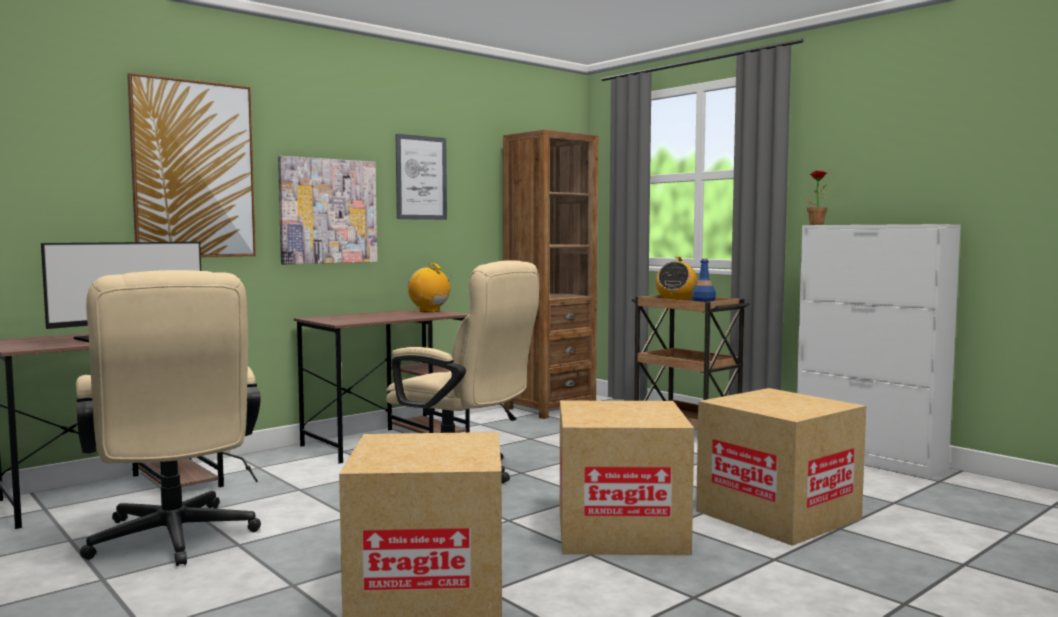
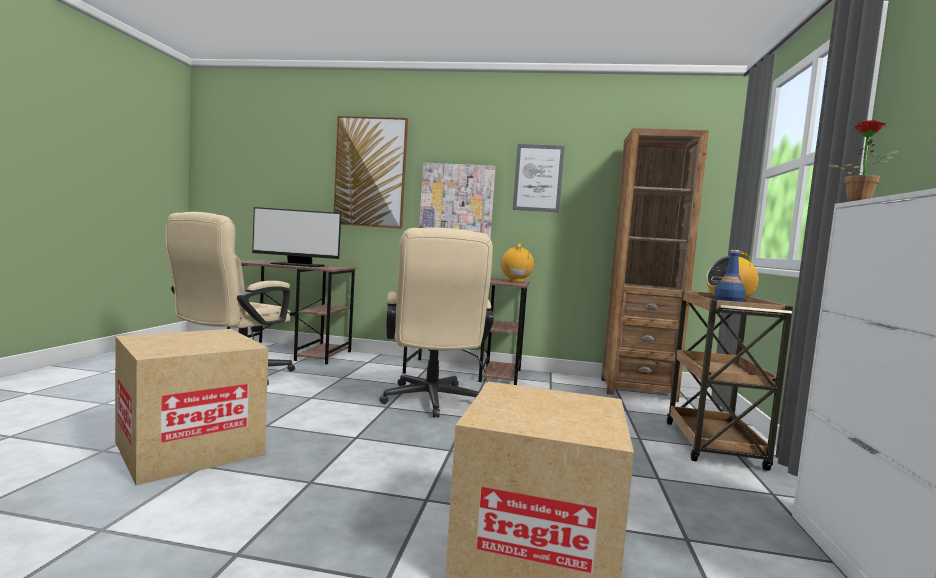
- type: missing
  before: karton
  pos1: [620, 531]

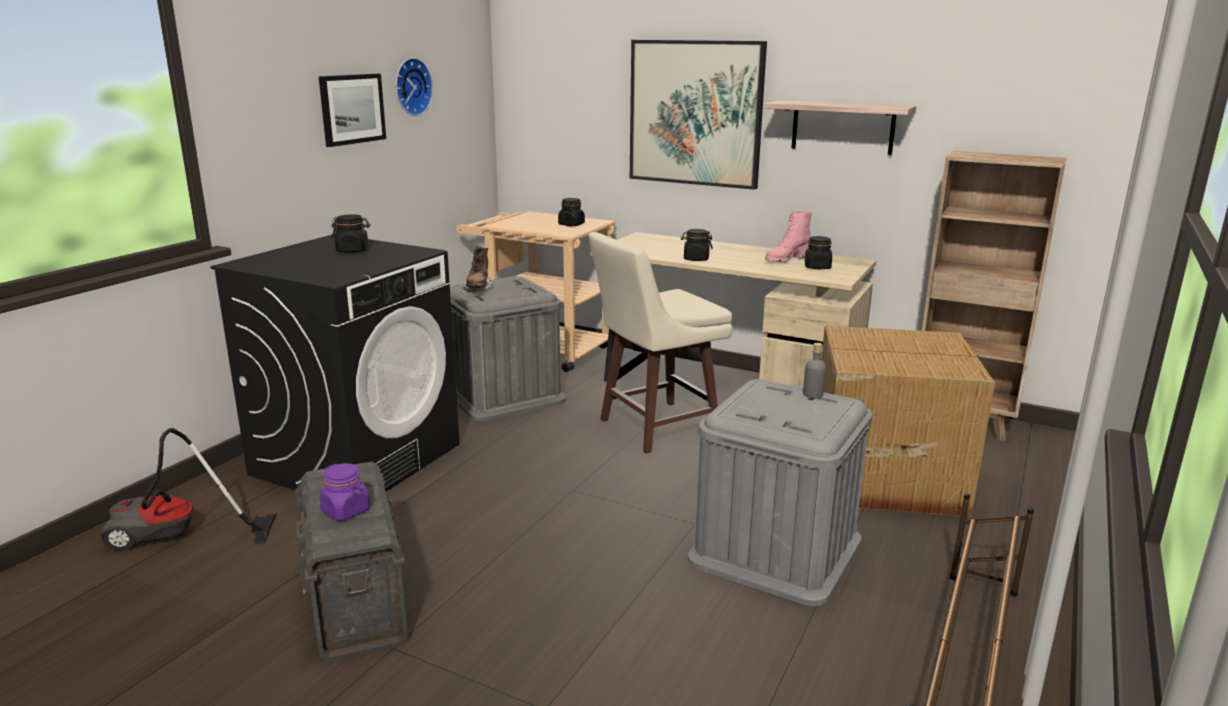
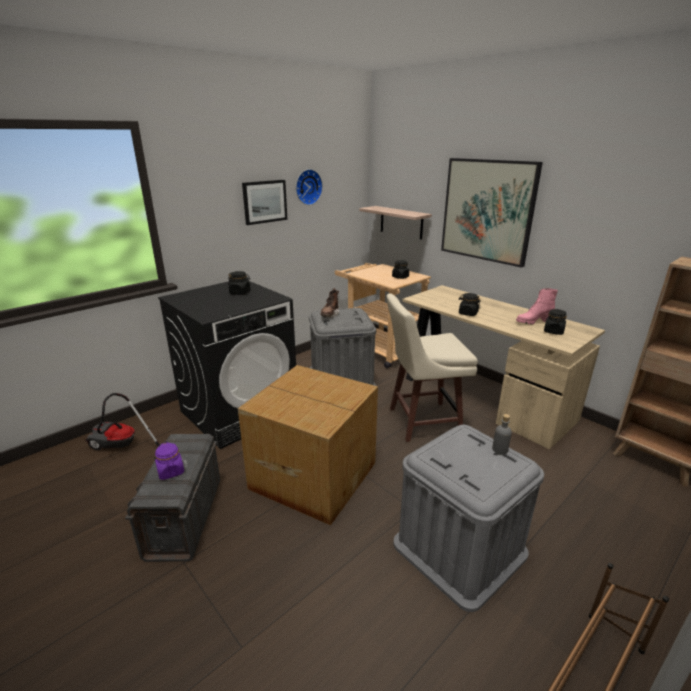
- type: relocated
  before: półka
  pos1: [842, 127]
  pos2: [401, 222]
- type: relocated
  before: karton
  pos1: [883, 475]
  pos2: [313, 474]

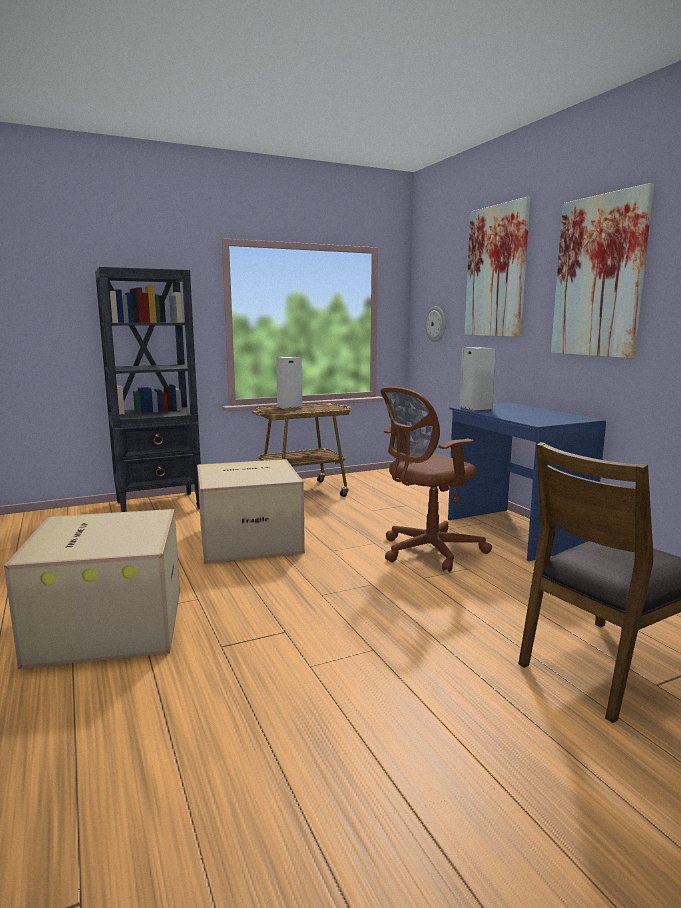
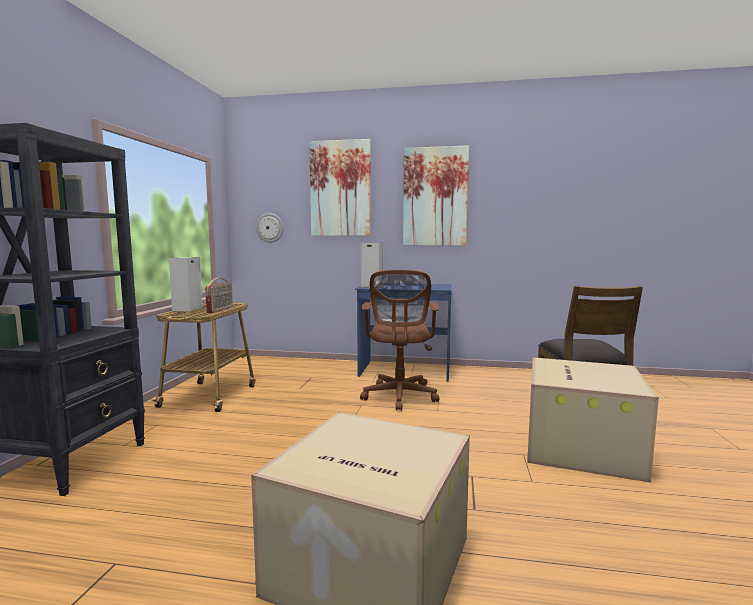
- type: relocated
  before: karton
  pos1: [251, 539]
  pos2: [579, 446]
- type: appeared
  after: radio
  pos2: [220, 310]

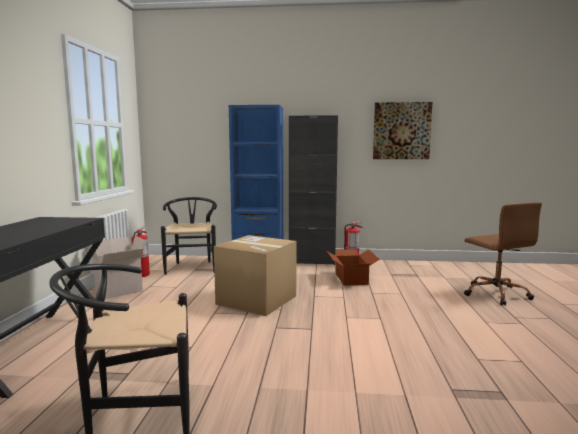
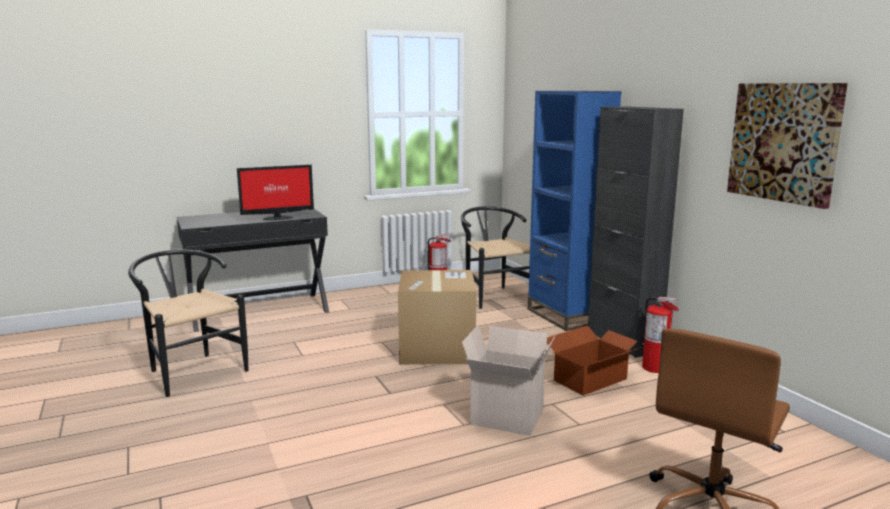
- type: relocated
  before: karton
  pos1: [118, 291]
  pos2: [505, 418]
- type: spun
  before: krzesło (czarny)
  pos1: [192, 266]
  pos2: [494, 295]
  turn: -75
- type: appeared
  after: monitor
  pos2: [276, 218]

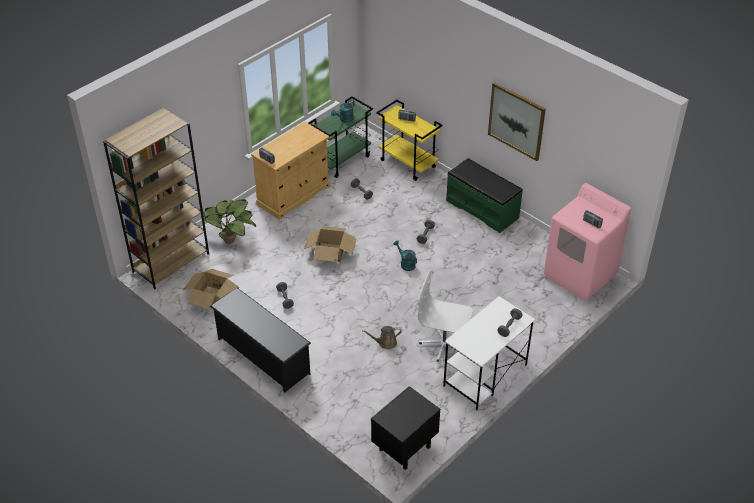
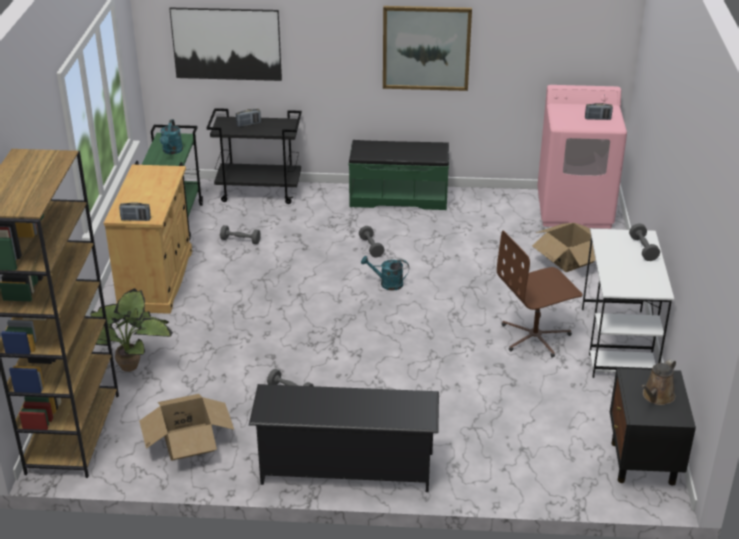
- type: relocated
  before: karton
  pos1: [330, 252]
  pos2: [569, 259]
- type: relocated
  before: konewka (brązowy)
  pos1: [385, 343]
  pos2: [657, 397]
- type: colour
  before: wózek (żółty)
  after: wózek (czarny)
  pos1: [408, 164]
  pos2: [260, 192]
- type: colour
  before: krzesło biurowe (biały)
  after: krzesło biurowe (brązowy)
  pos1: [444, 344]
  pos2: [535, 337]
- type: appeared
  after: obraz
  pos2: [226, 44]

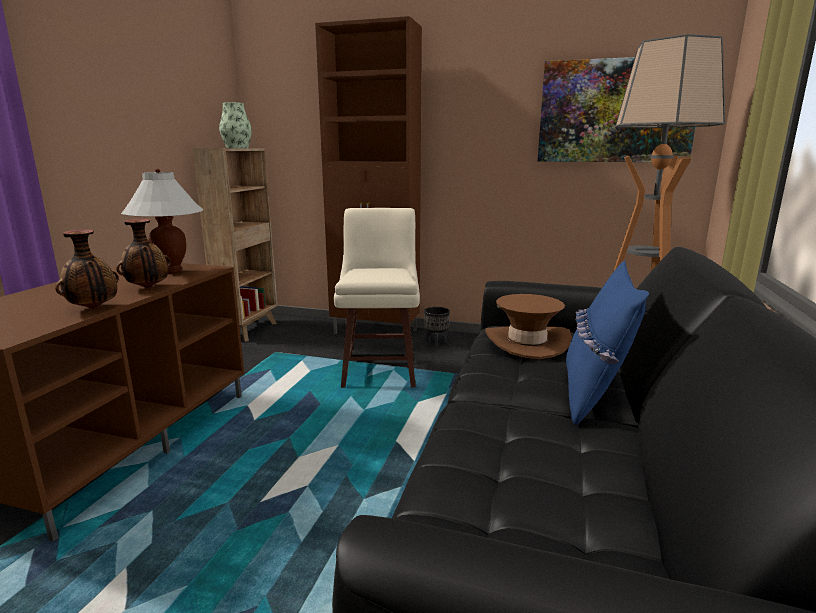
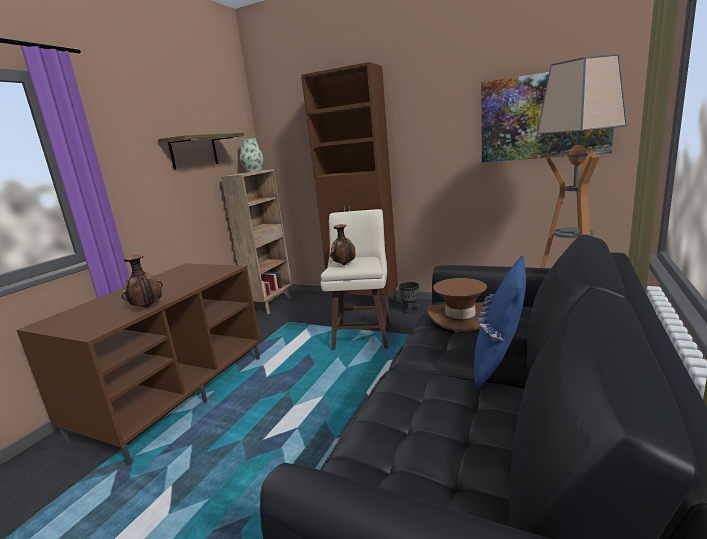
- type: relocated
  before: wazon
  pos1: [148, 288]
  pos2: [344, 264]
- type: missing
  before: lampa stołowa (biały)
  pos1: [171, 271]
- type: appeared
  after: półka
  pos2: [194, 152]

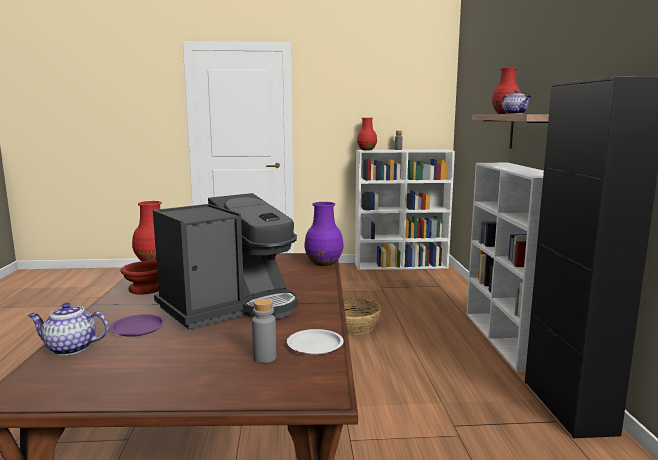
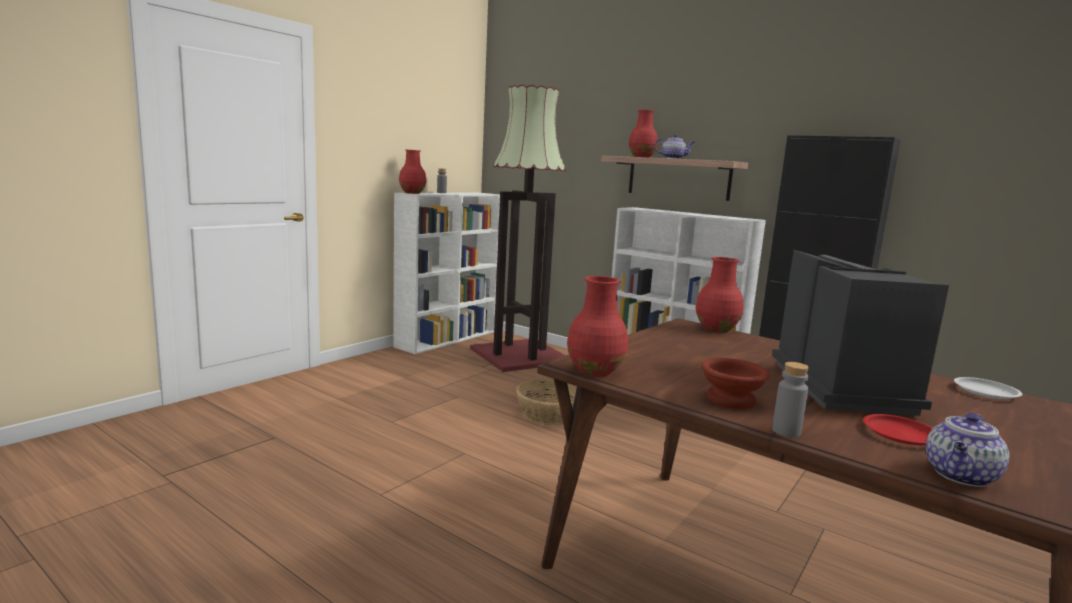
- type: colour
  before: talerz (fioletowy)
  after: talerz (czerwony)
  pos1: [138, 328]
  pos2: [900, 434]
- type: relocated
  before: butelka (szary)
  pos1: [264, 357]
  pos2: [786, 431]
- type: colour
  before: wazon (fioletowy)
  after: wazon (czerwony)
  pos1: [323, 263]
  pos2: [716, 329]
- type: appeared
  after: lampa stojąca
  pos2: [521, 356]

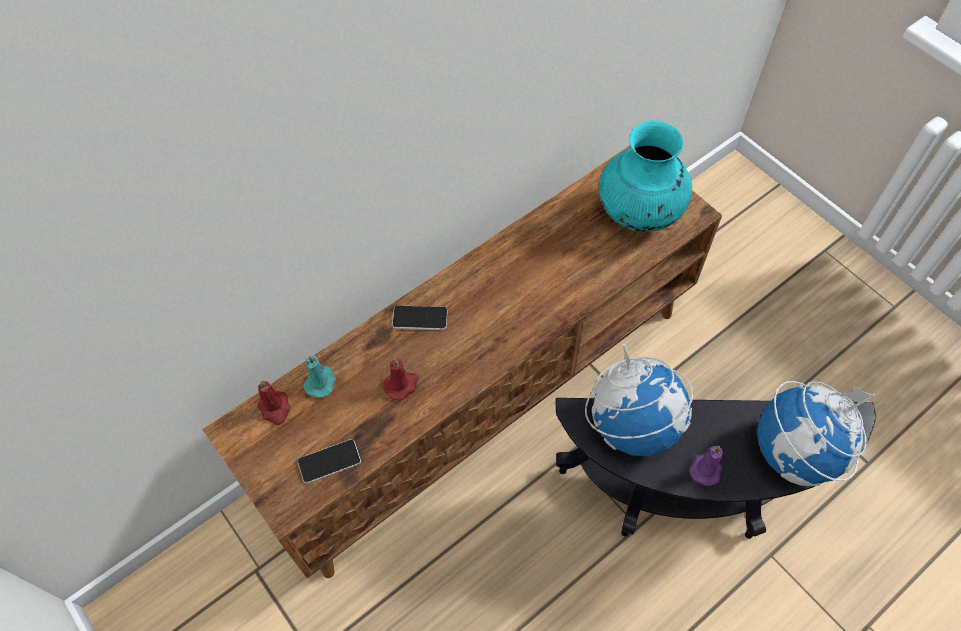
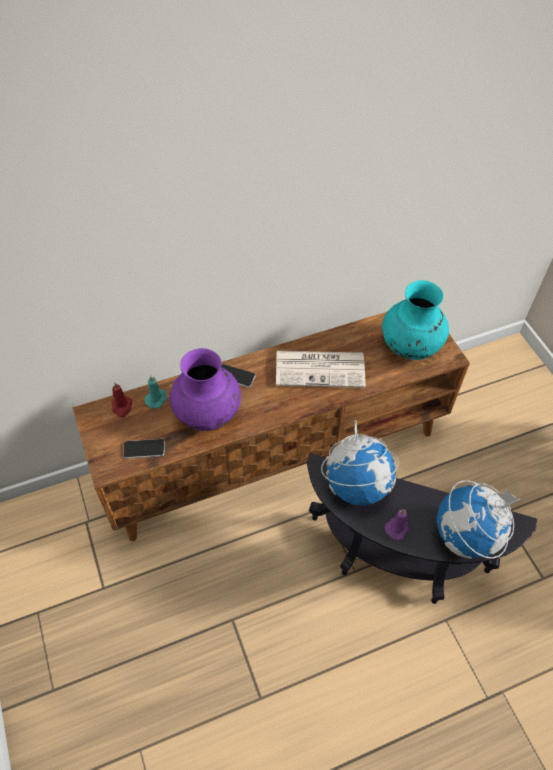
- type: exchanged
  before: świeca (czerwony)
  after: wazon (fioletowy)
  pos1: [402, 385]
  pos2: [208, 414]
- type: appeared
  after: gazeta
  pos2: [321, 369]

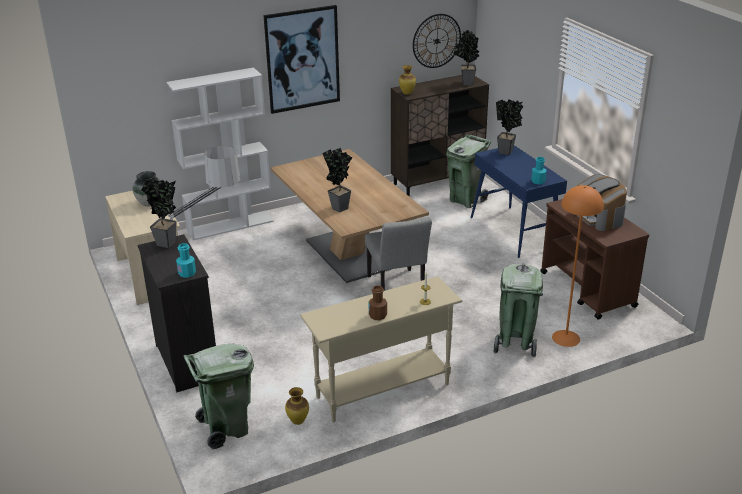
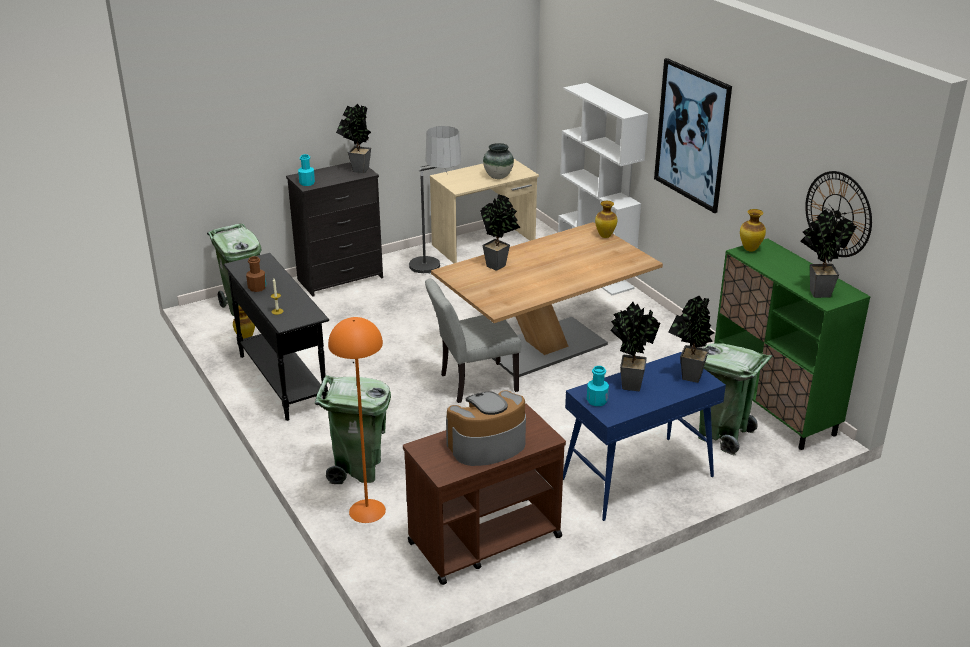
- type: colour
  before: stolik konsolowy (beżowy)
  after: stolik konsolowy (czarny)
  pos1: [382, 390]
  pos2: [283, 381]
- type: colour
  before: szafka (brązowy)
  after: szafka (zielony)
  pos1: [437, 181]
  pos2: [773, 409]
- type: appeared
  after: wazon
  pos2: [604, 236]
- type: appeared
  after: roślina doniczkowa
  pos2: [628, 384]

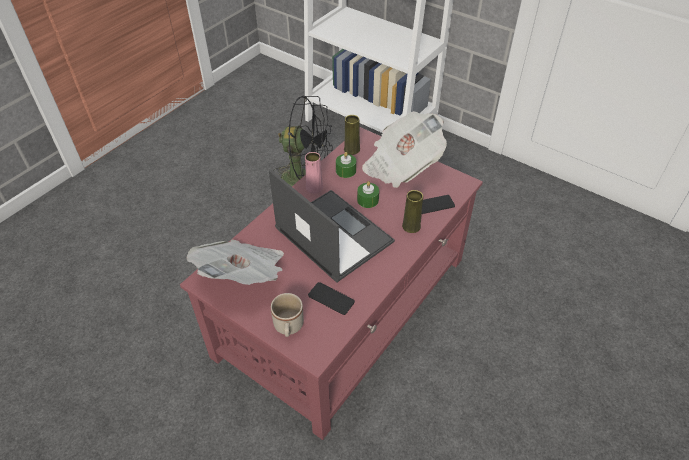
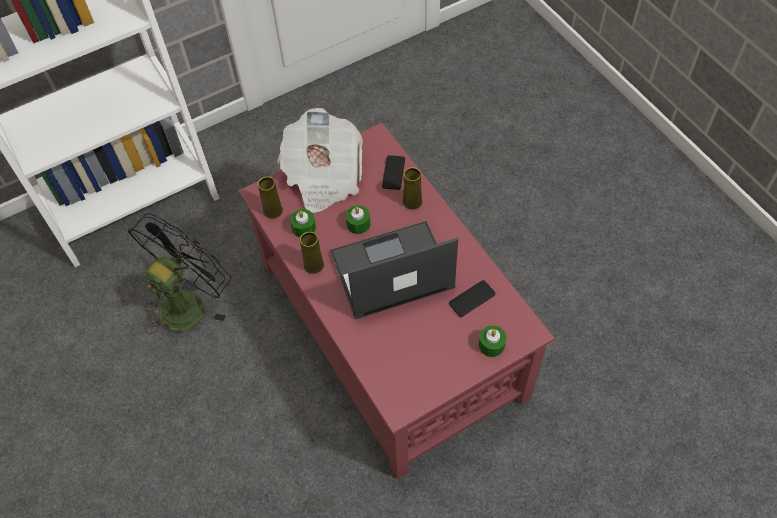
- type: missing
  before: gazeta
  pos1: [244, 276]
- type: exchanged
  before: kubek (beżowy)
  after: świeca (zielony)
  pos1: [288, 328]
  pos2: [491, 345]
- type: colour
  before: wazon (różowy)
  after: wazon (żółty)
  pos1: [314, 187]
  pos2: [313, 265]

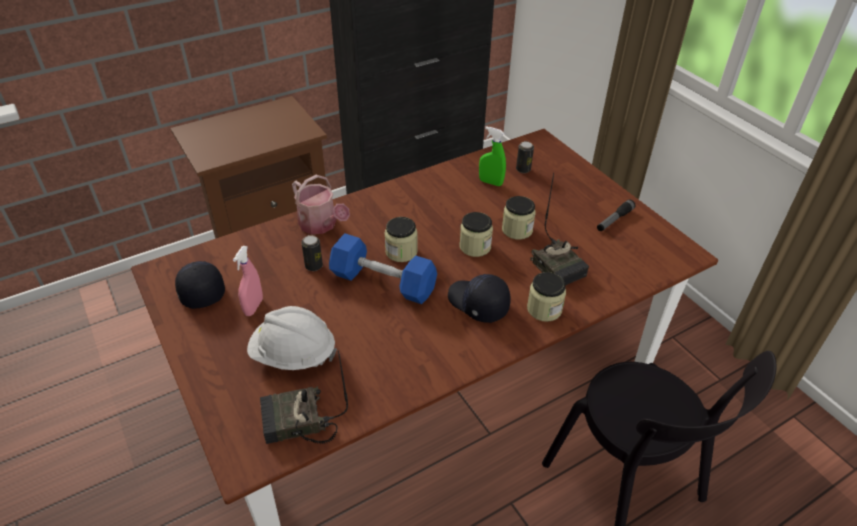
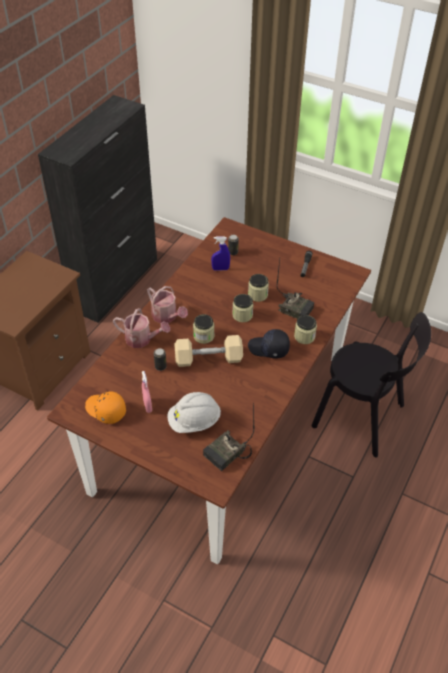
- type: colour
  before: czapka z daszkiem (czarny)
  after: czapka z daszkiem (pomarańczowy)
  pos1: [200, 289]
  pos2: [105, 410]
- type: colour
  before: hantel (niebieski)
  after: hantel (beżowy)
  pos1: [383, 282]
  pos2: [208, 359]
- type: colour
  before: spryskiwacz (zielony)
  after: spryskiwacz (niebieski)
  pos1: [490, 182]
  pos2: [220, 269]
- type: appeared
  after: konewka
  pos2: [167, 317]

